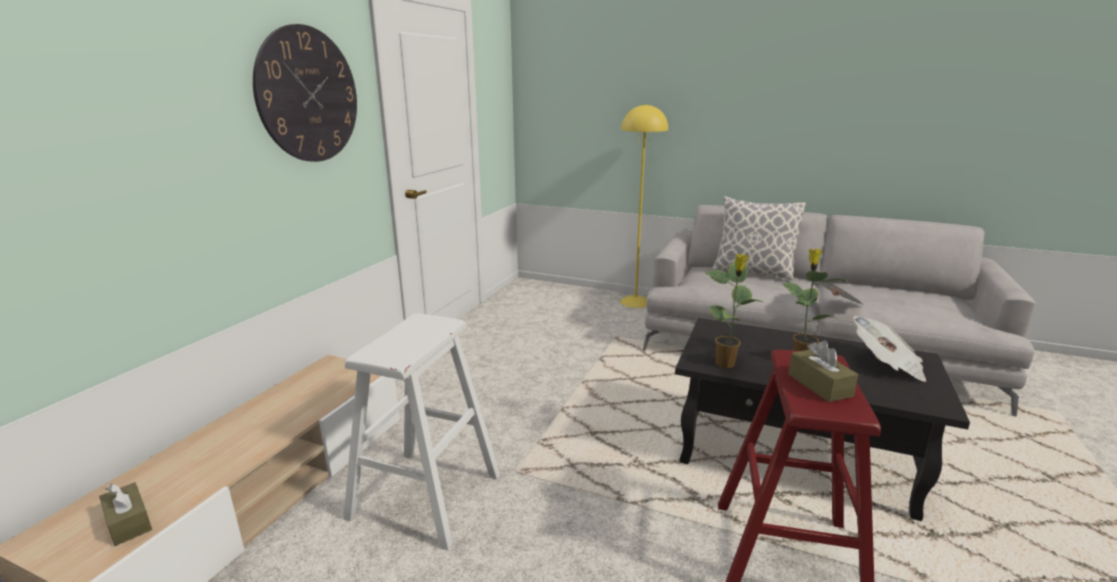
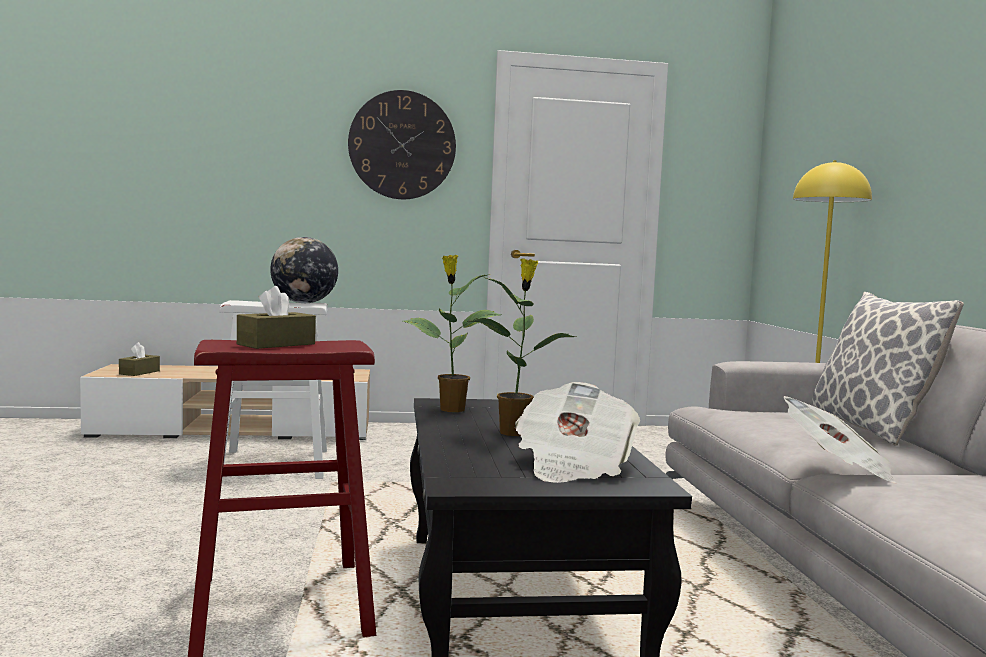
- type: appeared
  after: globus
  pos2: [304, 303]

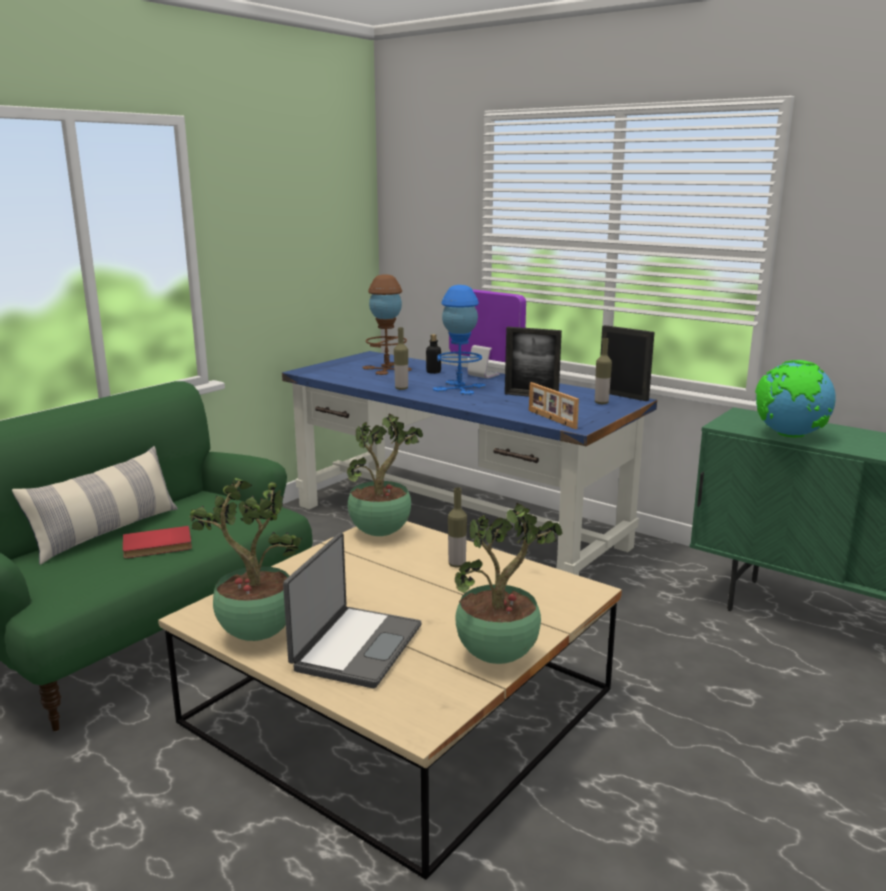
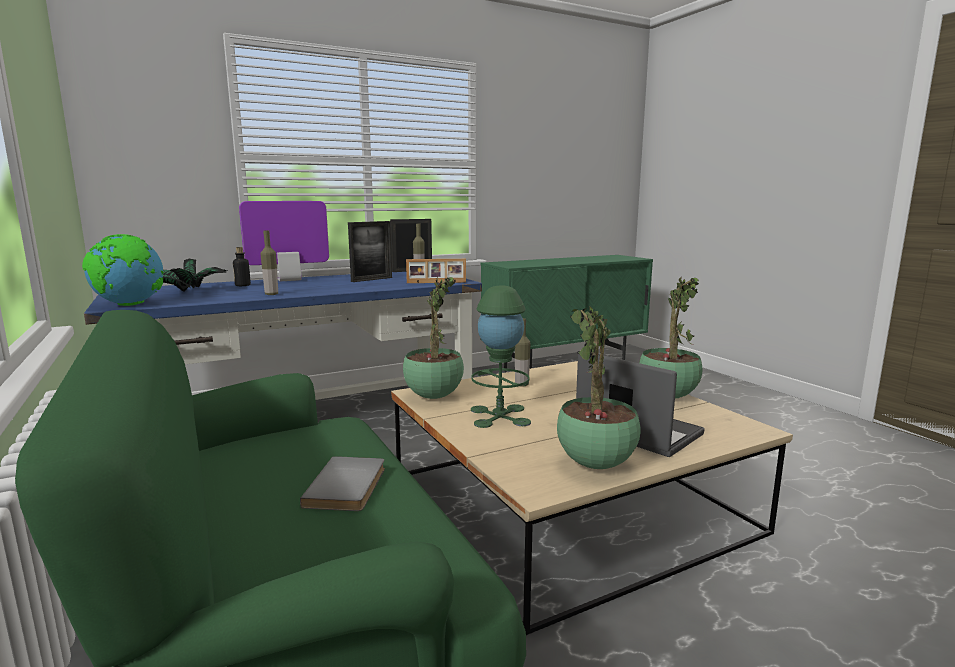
- type: missing
  before: poduszka
  pos1: [107, 533]
- type: colour
  before: książka (czerwony)
  after: książka (szary)
  pos1: [157, 546]
  pos2: [349, 486]
- type: exchanged
  before: lampa stołowa (brązowy)
  after: roślina doniczkowa
  pos1: [386, 369]
  pos2: [191, 291]
- type: missing
  before: lampa stołowa (niebieski)
  pos1: [459, 387]
- type: relocated
  before: globus
  pos1: [789, 435]
  pos2: [129, 305]
- type: appeared
  after: lampa stołowa (zielony)
  pos2: [499, 416]

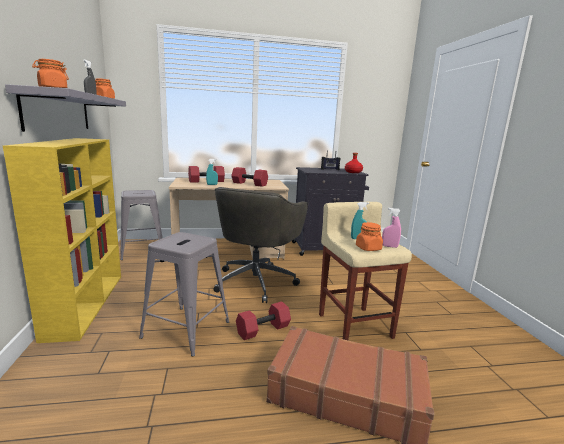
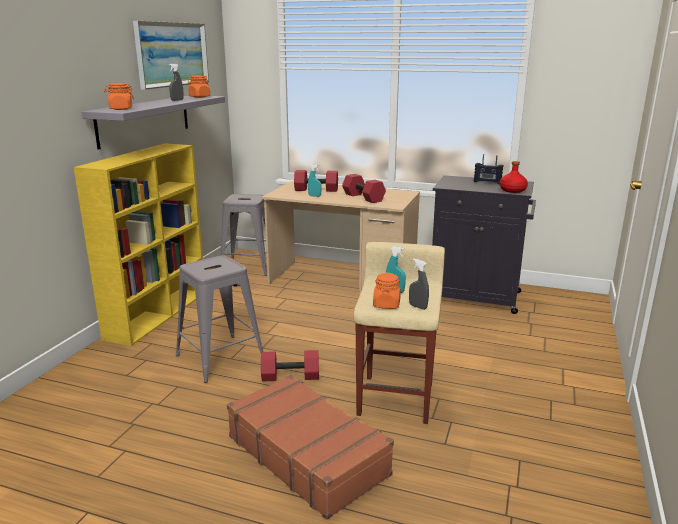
- type: missing
  before: krzesło biurowe (szary)
  pos1: [256, 281]
- type: colour
  before: spryskiwacz (różowy)
  after: spryskiwacz (szary)
  pos1: [389, 246]
  pos2: [418, 307]
- type: appeared
  after: obraz
  pos2: [172, 54]

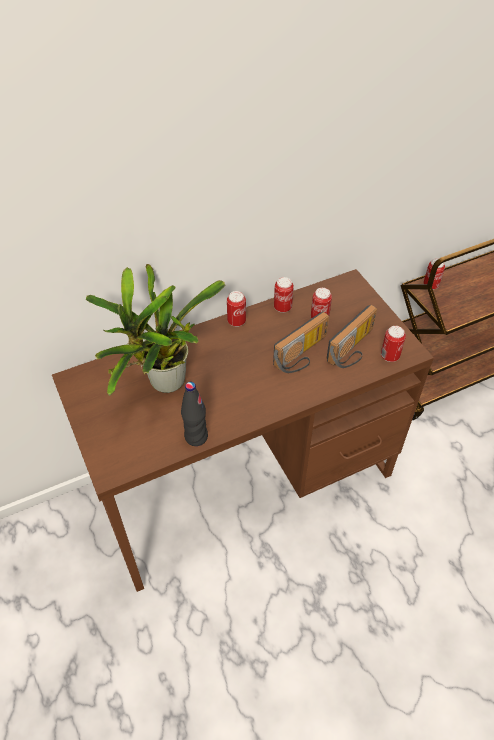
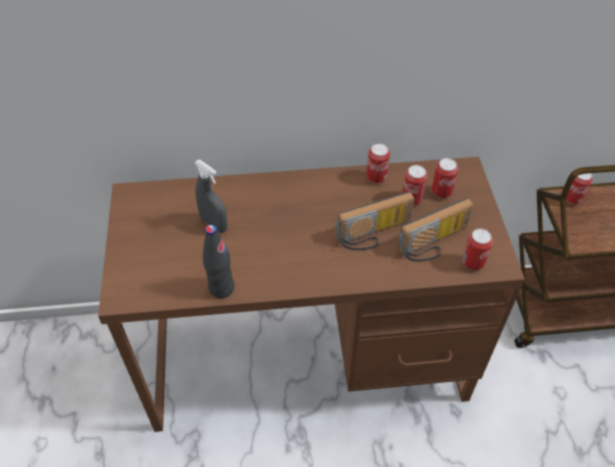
- type: exchanged
  before: roślina doniczkowa
  after: spryskiwacz (szary)
  pos1: [163, 384]
  pos2: [214, 224]
- type: relocated
  before: puszka
  pos1: [236, 321]
  pos2: [441, 192]

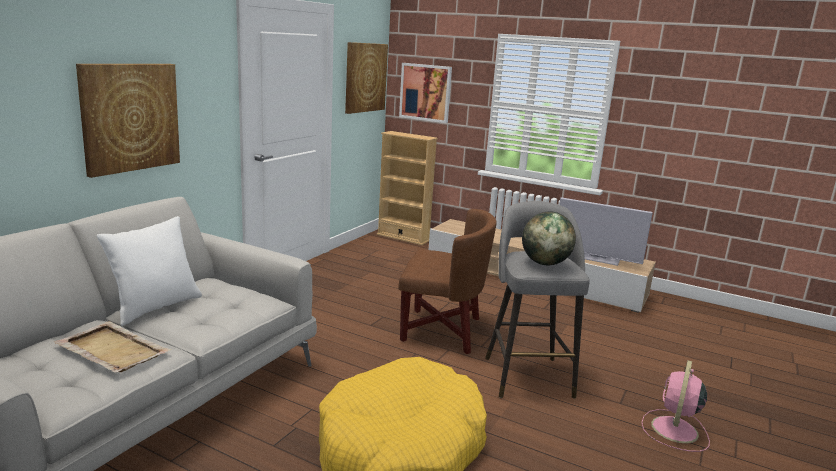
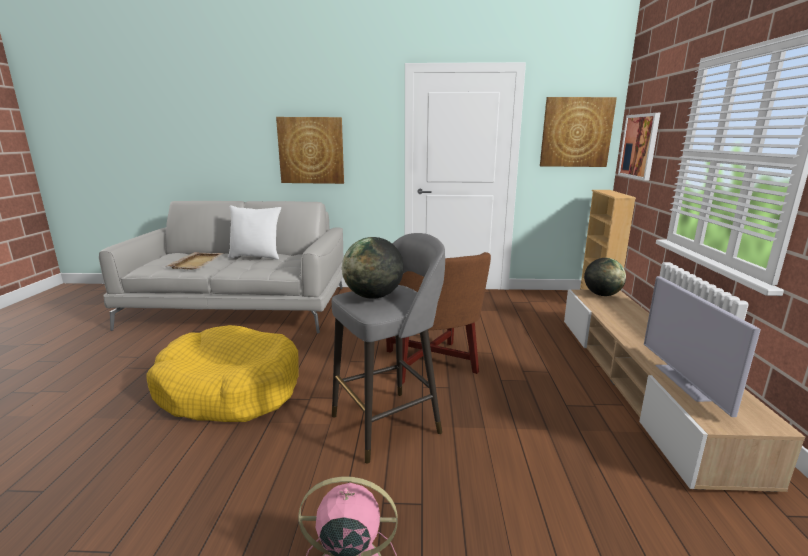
- type: appeared
  after: globus
  pos2: [602, 295]

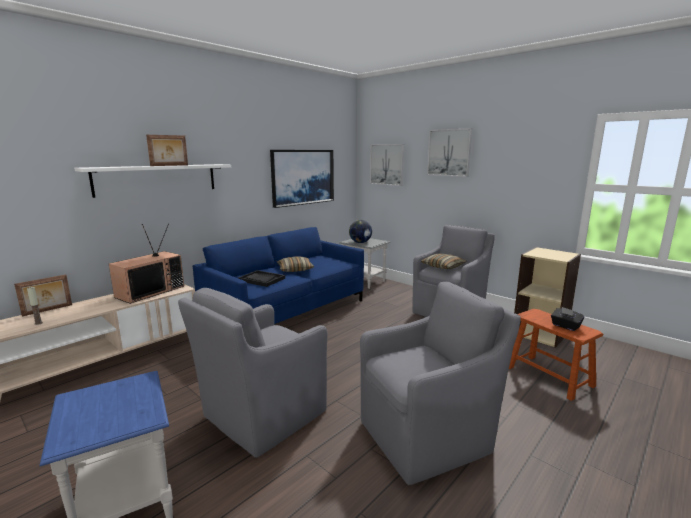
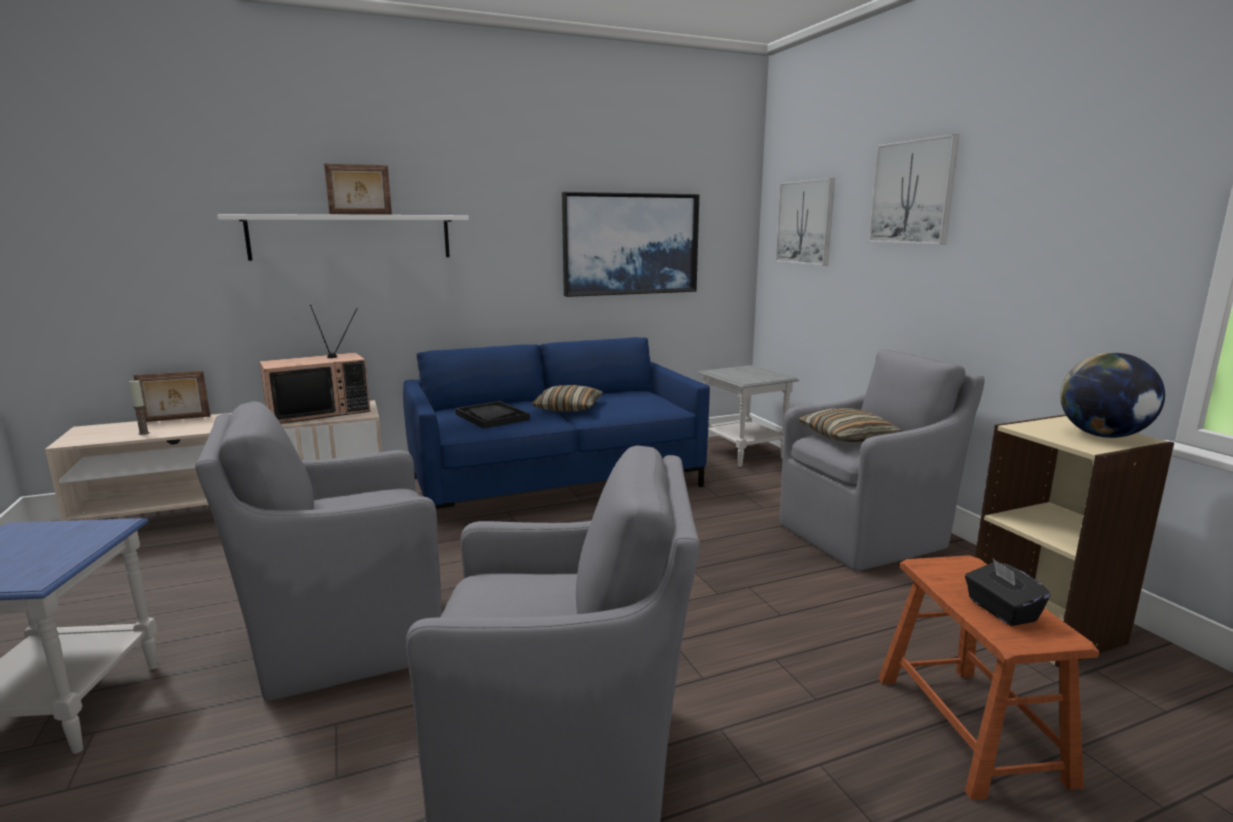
- type: relocated
  before: globus
  pos1: [360, 242]
  pos2: [1103, 435]

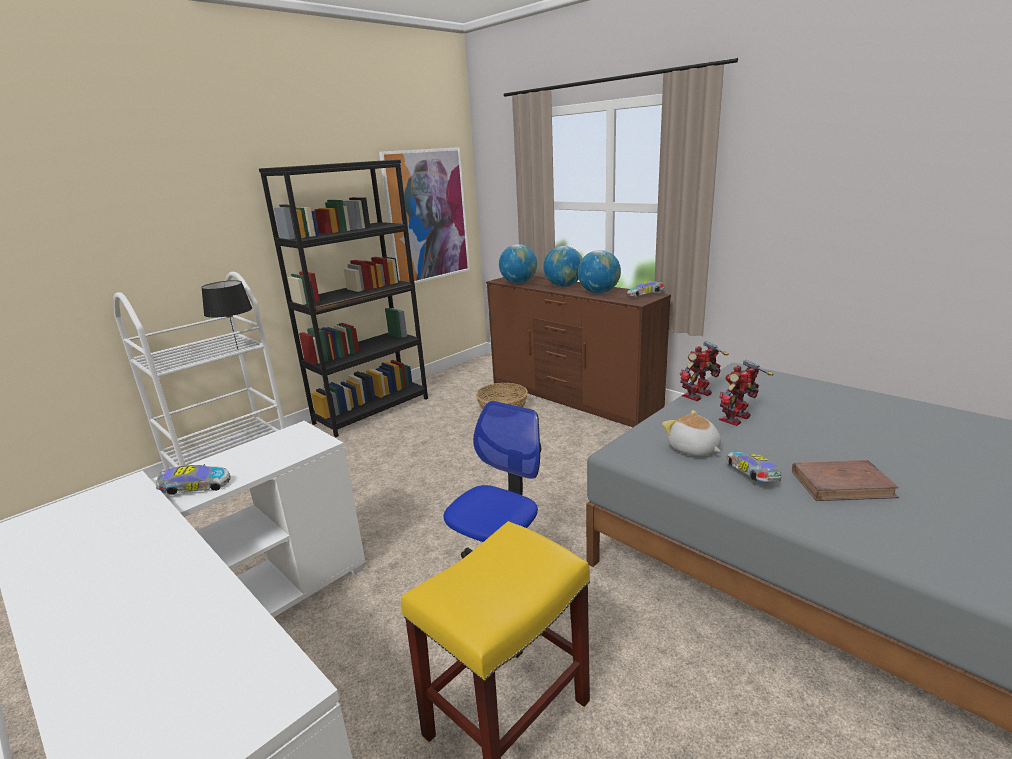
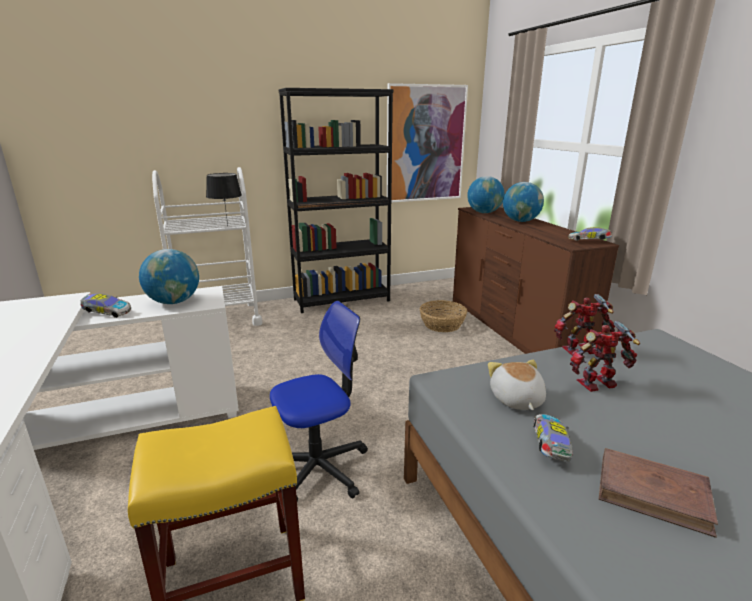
- type: relocated
  before: globus
  pos1: [599, 292]
  pos2: [174, 302]

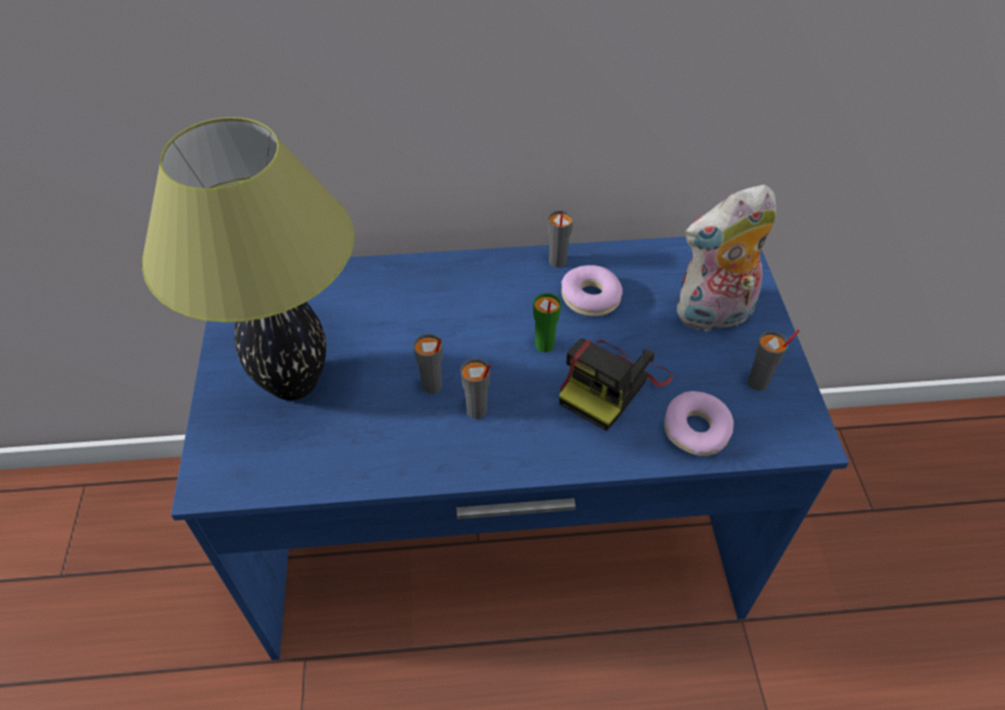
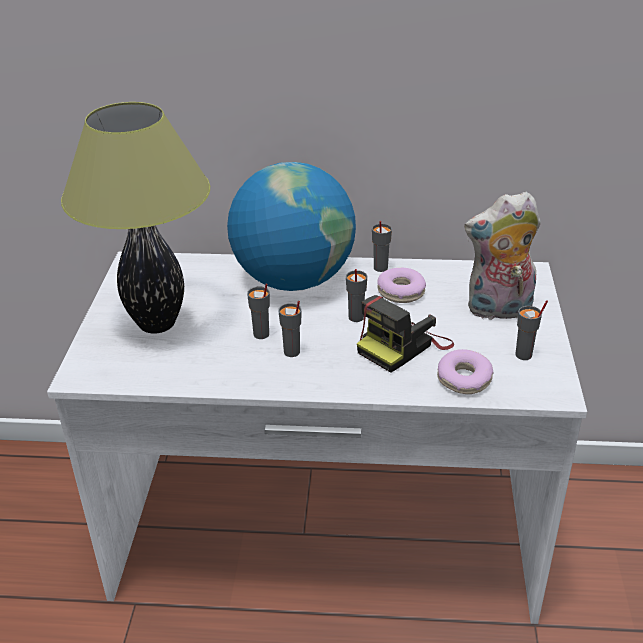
- type: colour
  before: biurko (niebieski)
  after: biurko (biały)
  pos1: [502, 538]
  pos2: [325, 533]
- type: colour
  before: filiżanka (zielony)
  after: filiżanka (szary)
  pos1: [544, 345]
  pos2: [355, 318]
- type: appeared
  after: globus
  pos2: [293, 280]

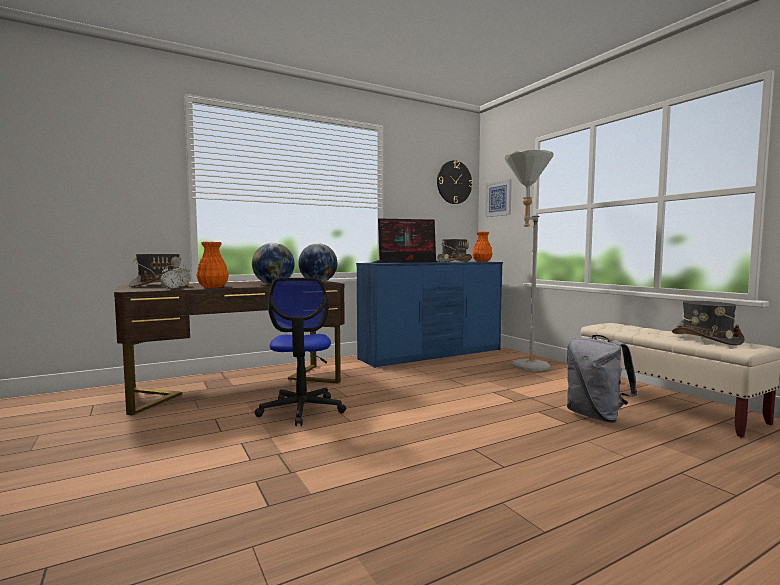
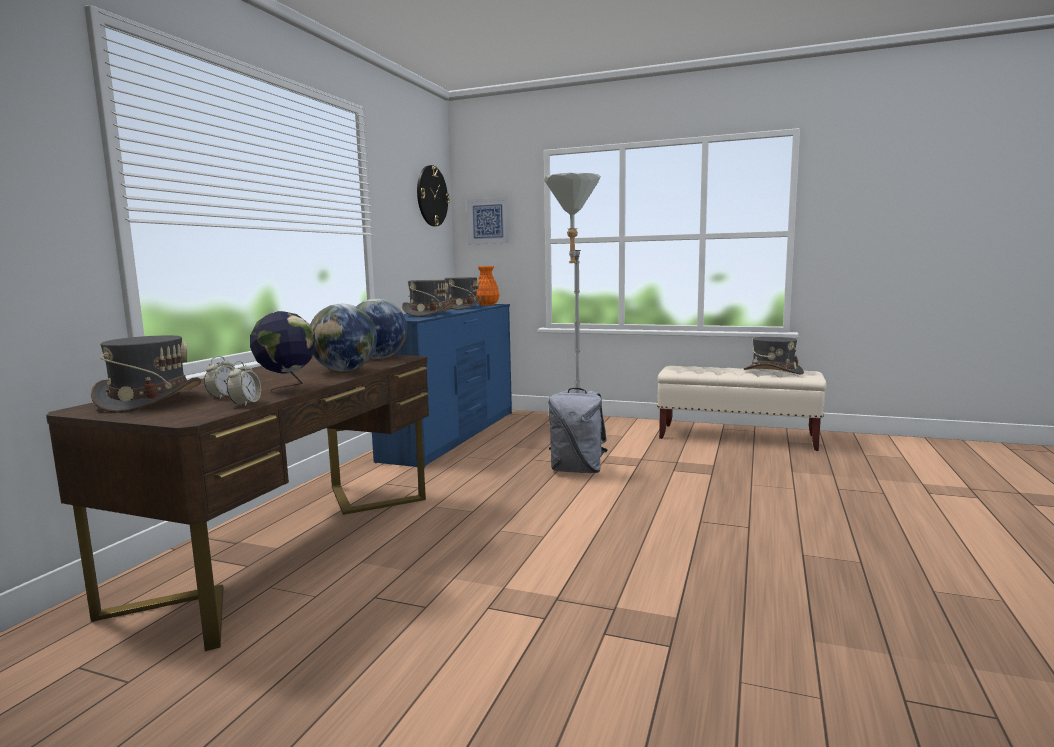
- type: exchanged
  before: wazon (pomarańczowy)
  after: globus
  pos1: [213, 287]
  pos2: [287, 389]
- type: missing
  before: krzesło biurowe
  pos1: [301, 410]
- type: exchanged
  before: monitor
  after: kapelusz (szary)
  pos1: [407, 262]
  pos2: [428, 314]
- type: relocated
  before: plecak (szary)
  pos1: [596, 416]
  pos2: [577, 470]

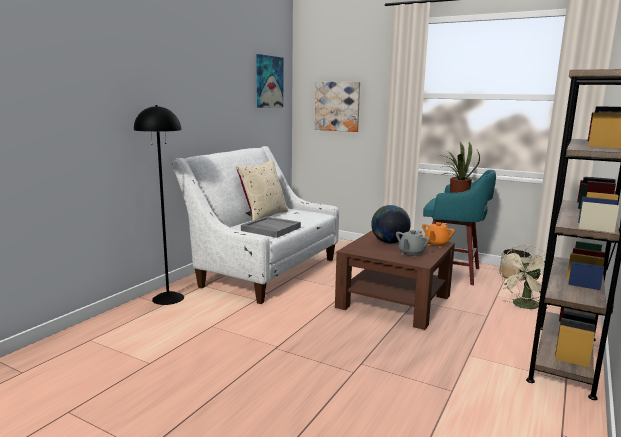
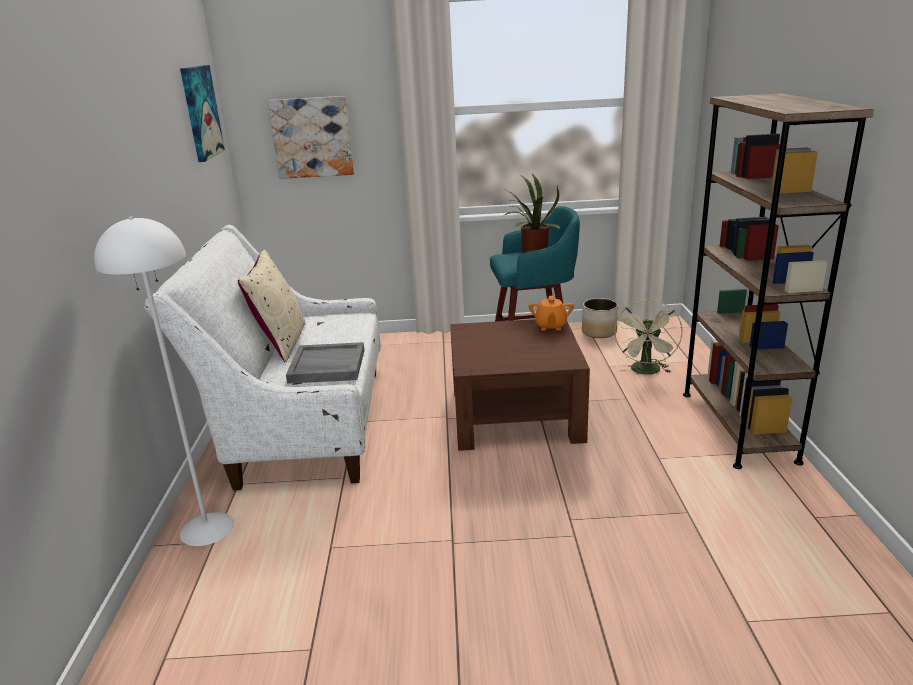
- type: colour
  before: lampa stojąca (czarny)
  after: lampa stojąca (biały)
  pos1: [168, 298]
  pos2: [206, 528]
- type: missing
  before: globus
  pos1: [389, 242]
- type: missing
  before: imbryk (szary)
  pos1: [411, 253]

